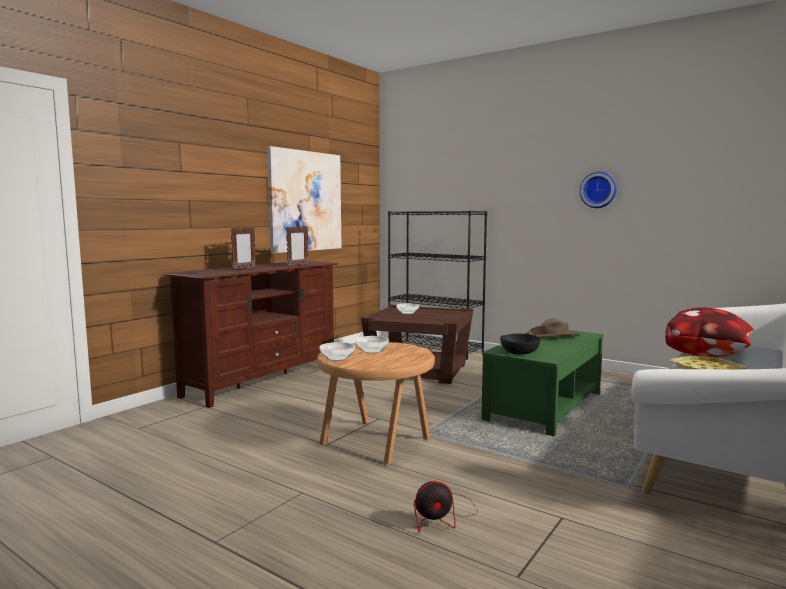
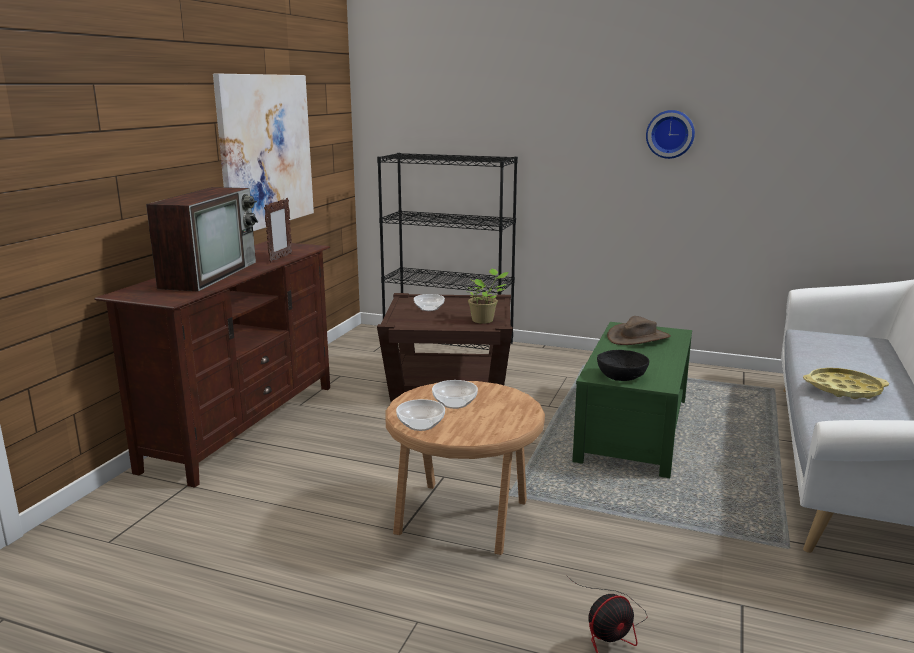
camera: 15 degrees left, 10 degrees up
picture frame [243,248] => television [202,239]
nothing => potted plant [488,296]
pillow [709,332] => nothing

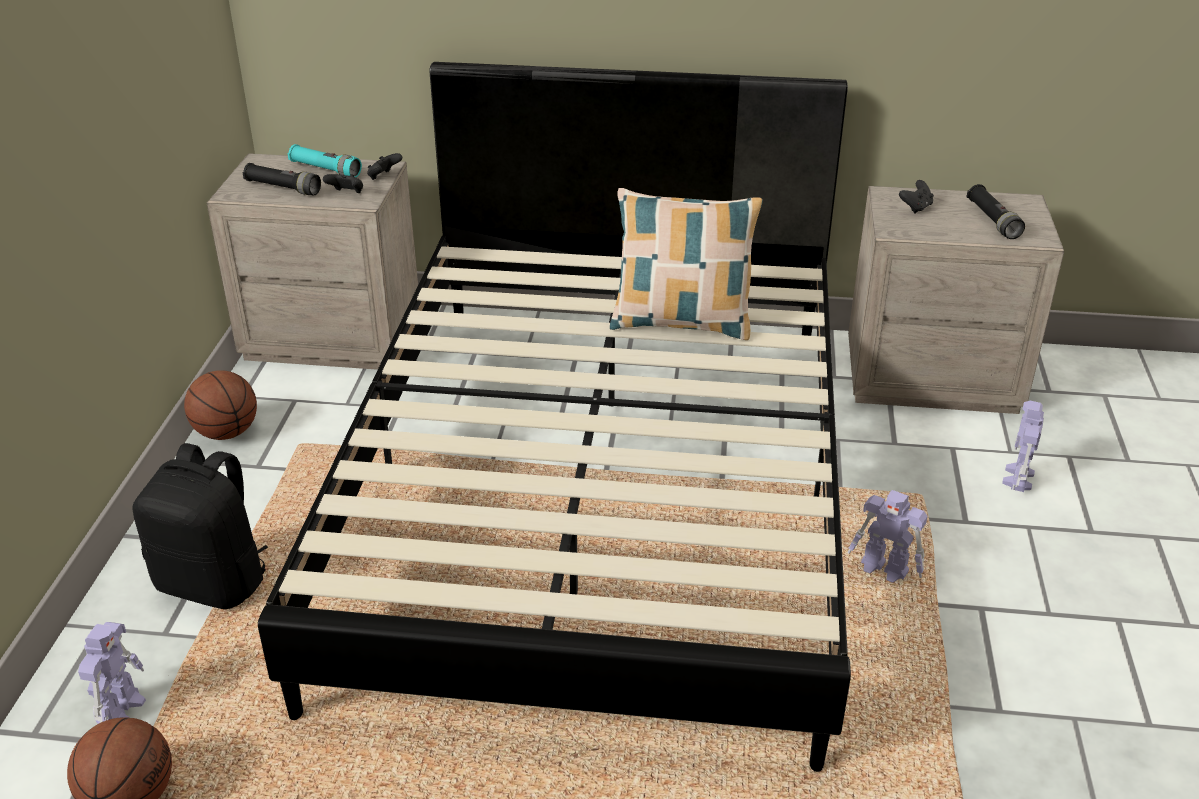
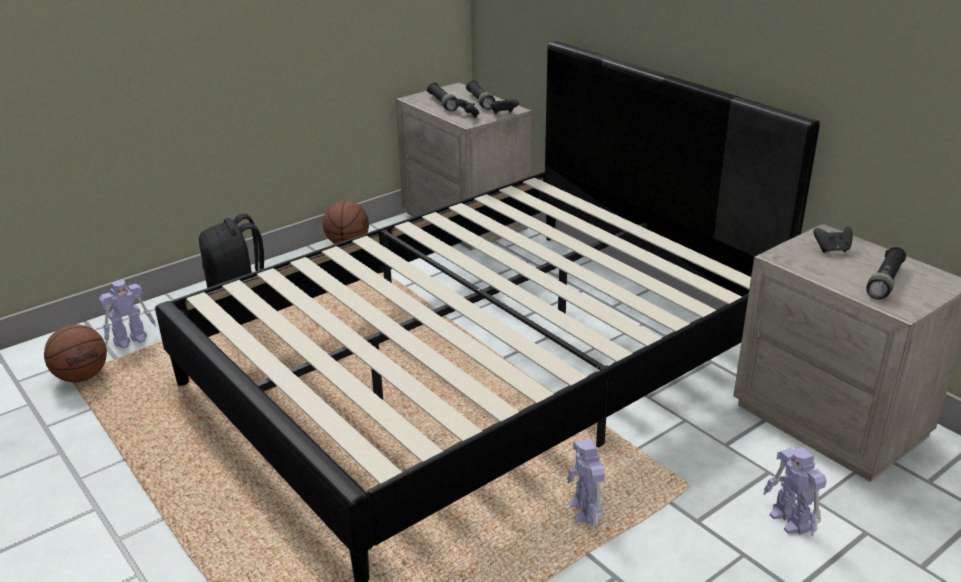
camera: 45 degrees right, 5 degrees down
flashlight (turquoise) [324,160] => flashlight (black) [480,95]
toy robot [1023,446] => toy robot [795,491], 90 degrees counterclockwise
pillow [686,264] => nothing

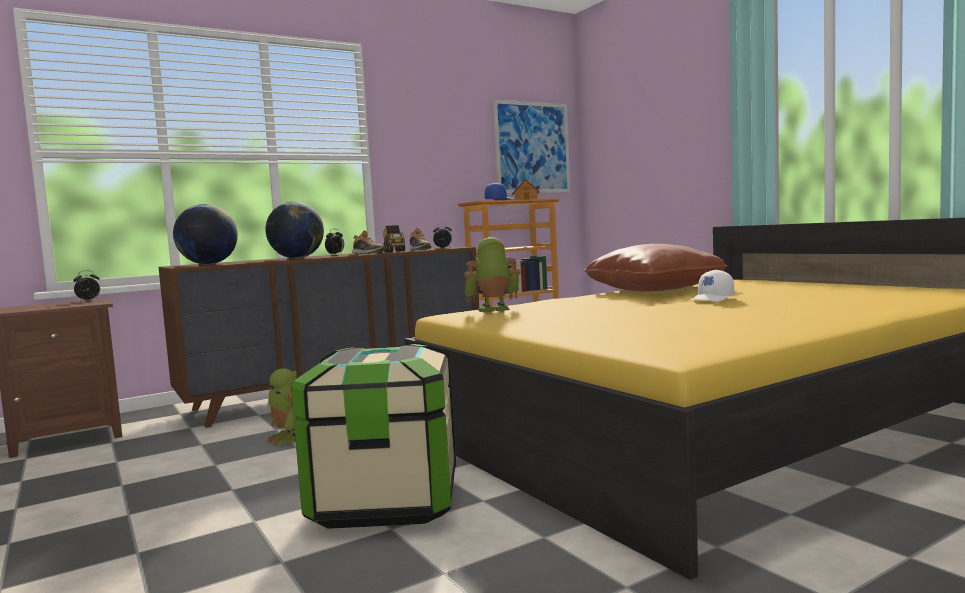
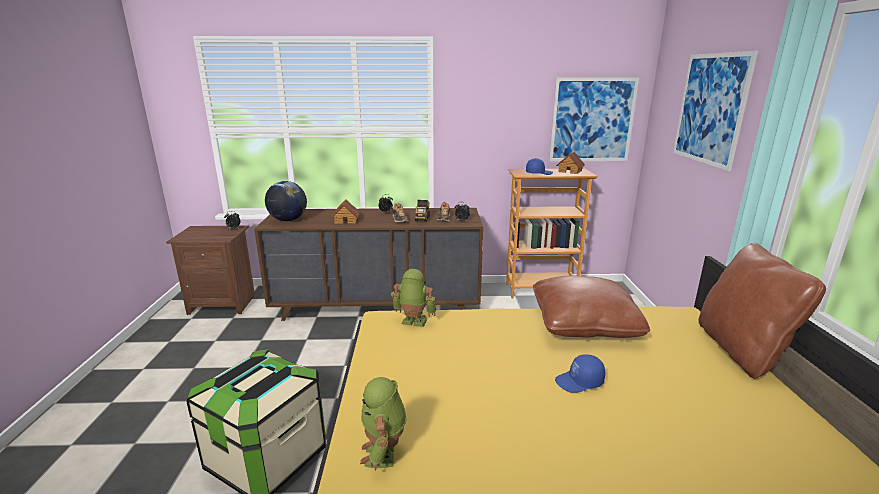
camera: 30 degrees right, 15 degrees up
globe [294,230] => toy house [345,211]
toy robot [282,406] => toy robot [383,423], shifted
cap (white) [712,286] => cap (blue) [580,373]
nothing => picture [715,111]
nothing => pillow (brown) [762,310]

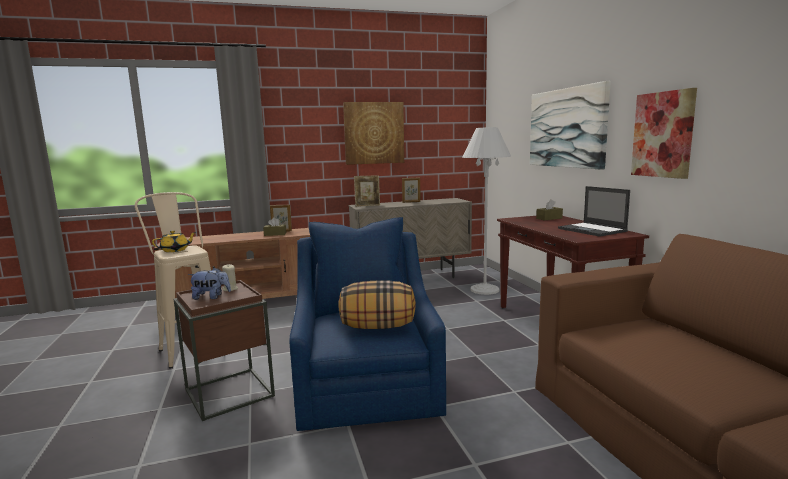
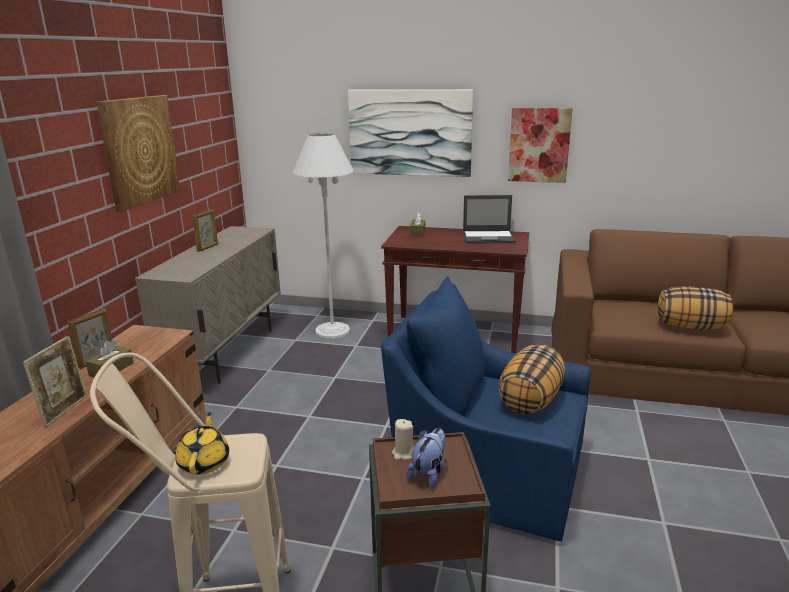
camera: 60 degrees left, 10 degrees up
picture frame [367,191] => picture frame [55,381], shifted
nothing => pillow [695,308]

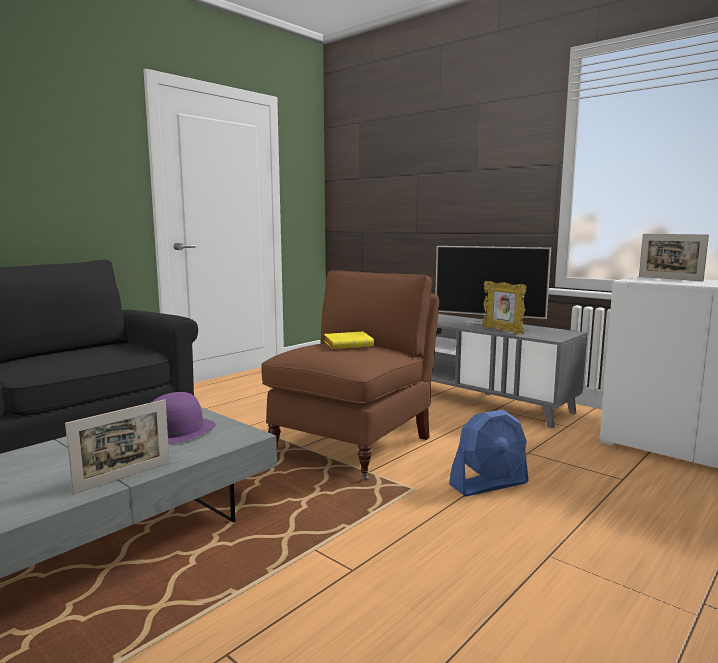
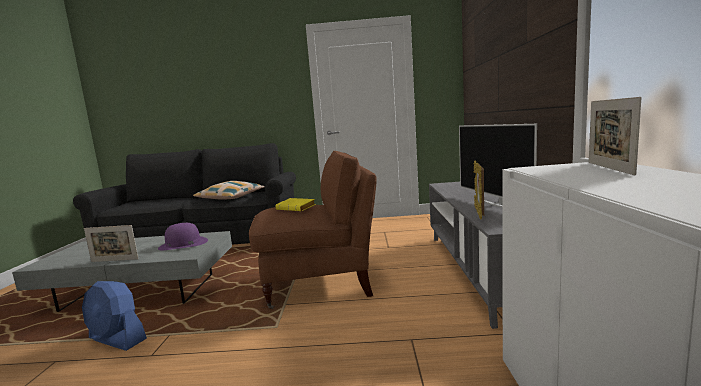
camera: 50 degrees right, 0 degrees up
fan (blue) [489,453] => fan (blue) [114,316], shifted
nothing => pillow [229,190]

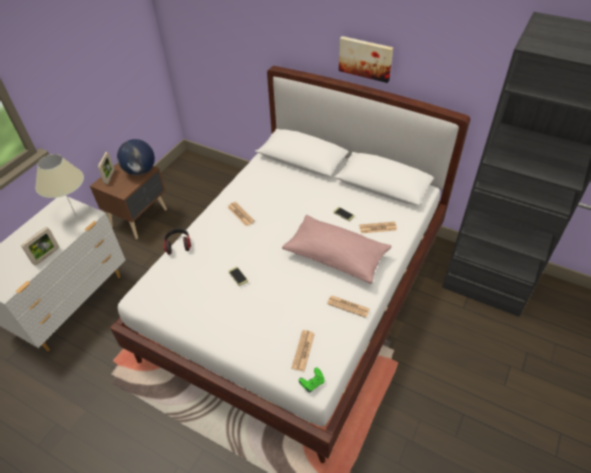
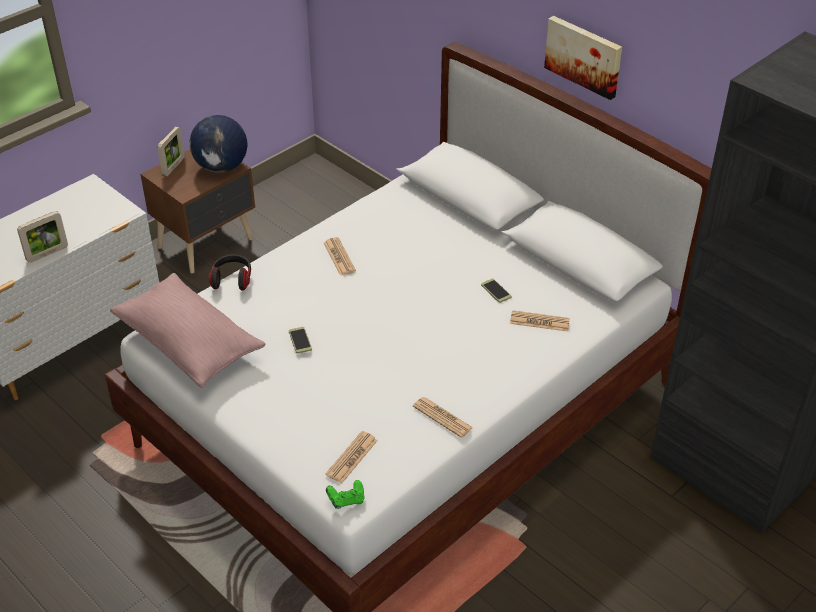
camera: 15 degrees right, 5 degrees down
pillow (pink) [337,249] => pillow (pink) [188,330], shifted
table lamp (beige) [59,184] => nothing

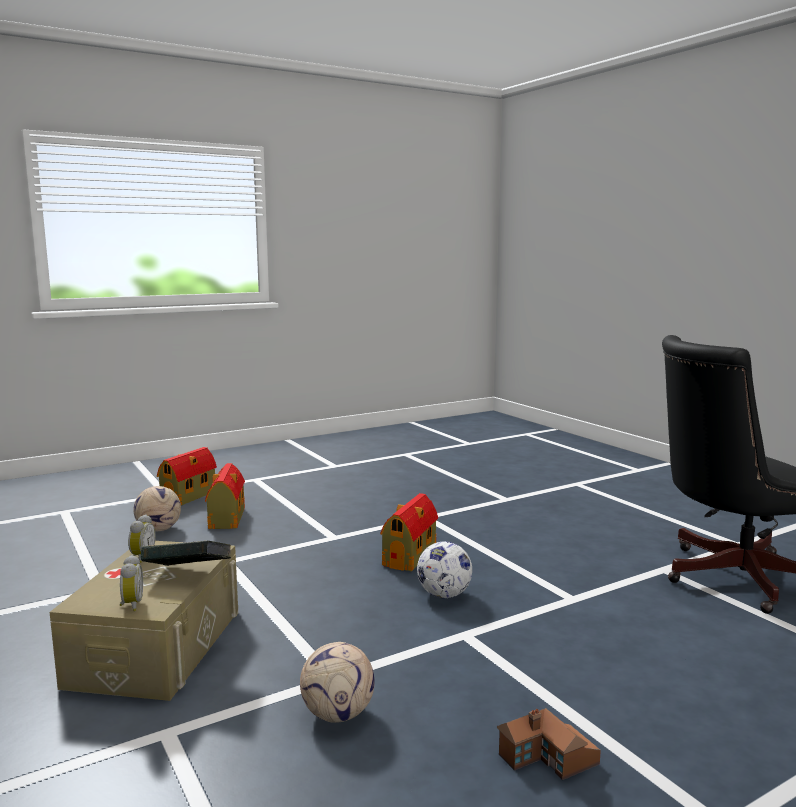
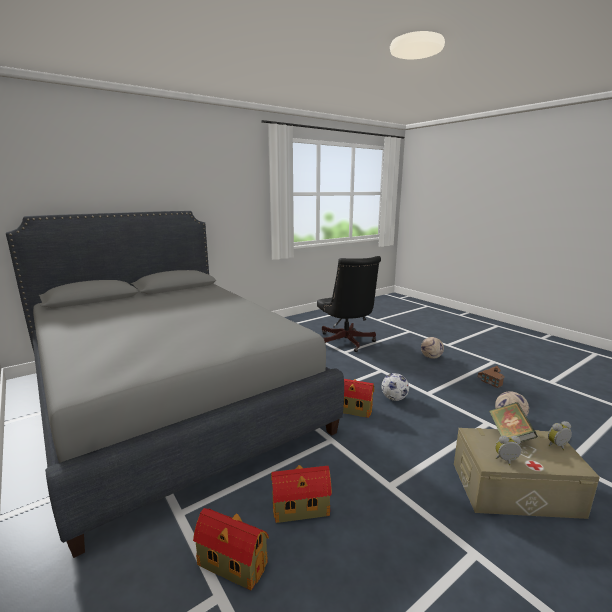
camera: 95 degrees left, 5 degrees up
nothing => bed (grey) [175,384]
football [157,509] => football [432,348], shifted

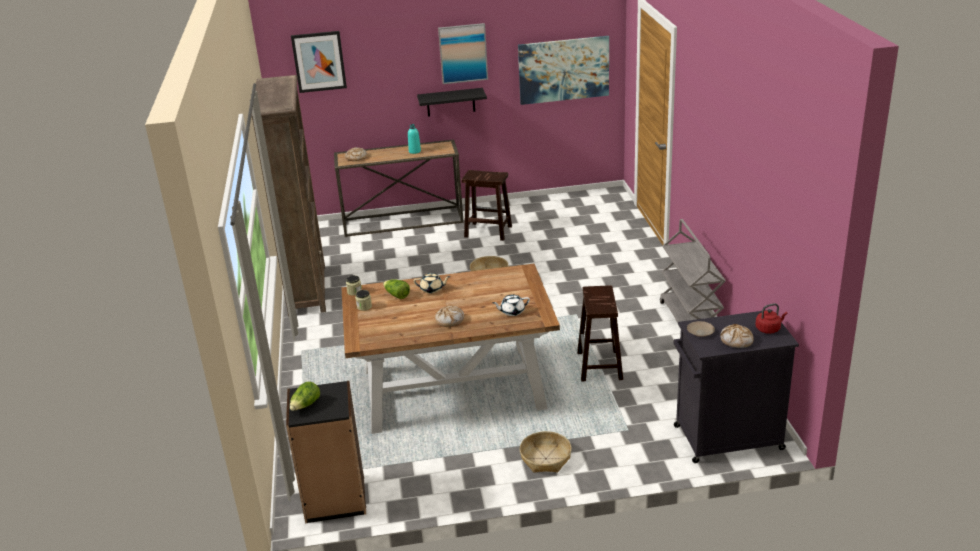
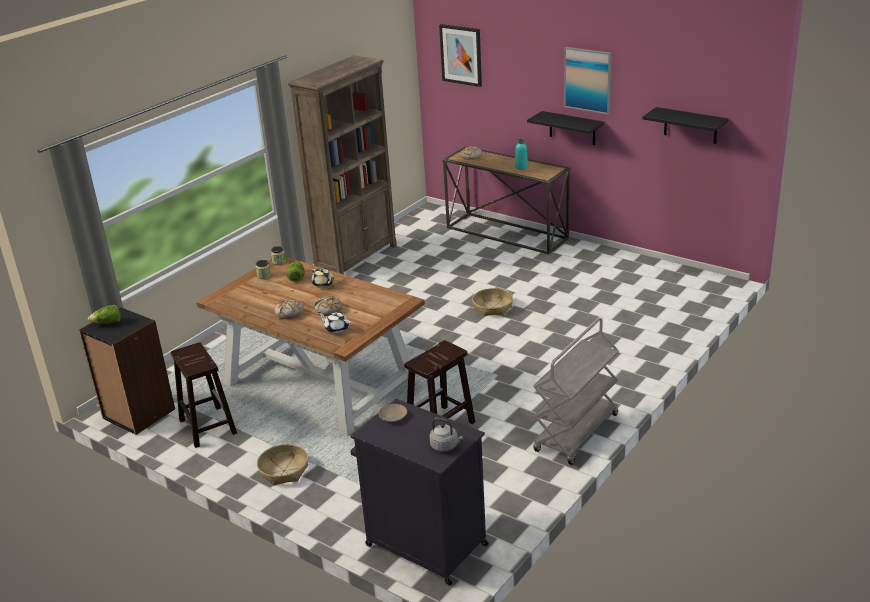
camera: 45 degrees right, 0 degrees up
stool (brown) [487,205] => stool (brown) [204,395], shifted
bread [737,336] => bread [328,306], shifted
kettle (red) [771,318] => kettle (grey) [446,435]
picture [563,70] => shelf (black) [685,125]

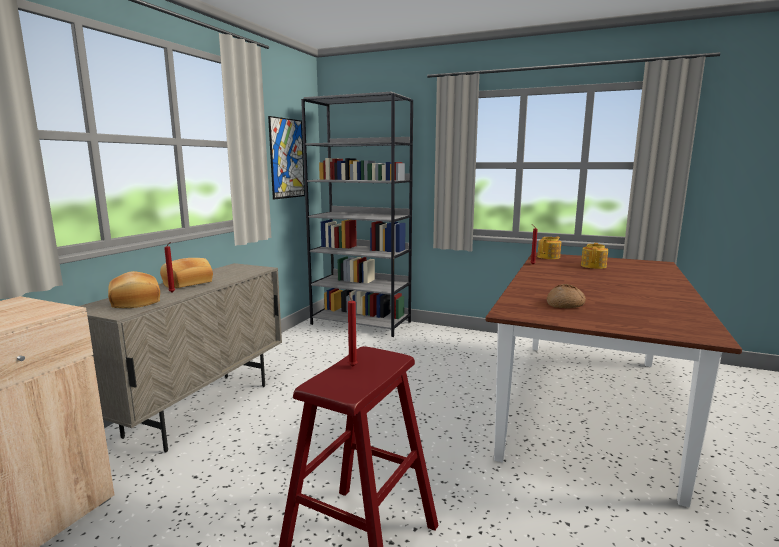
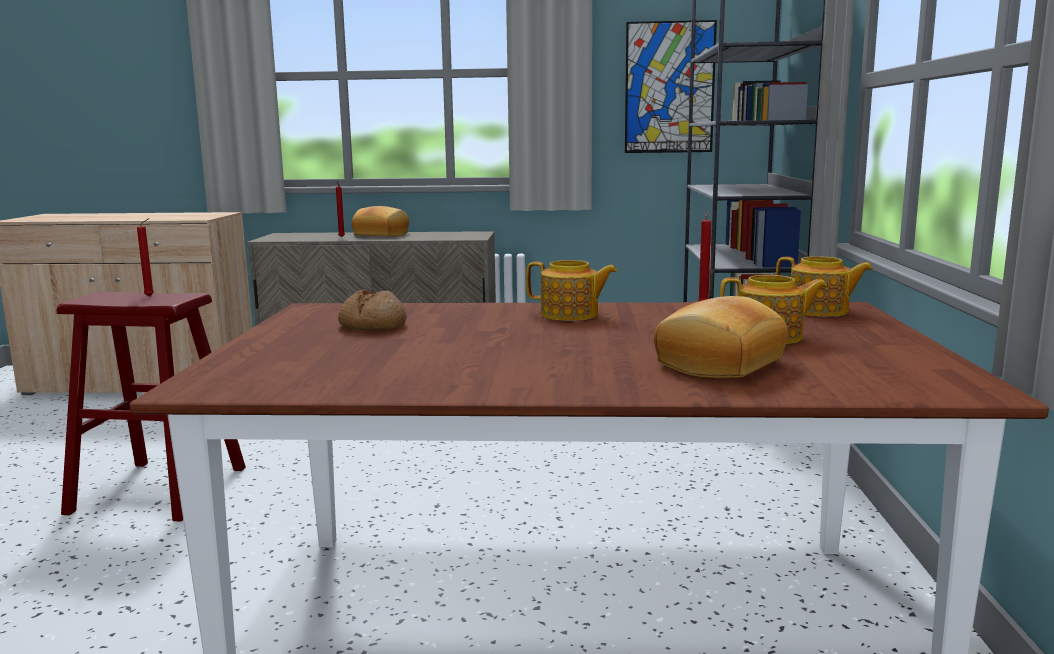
camera: 70 degrees right, 0 degrees up
nothing => teapot [571,290]
bread [134,289] => bread [721,337], shifted

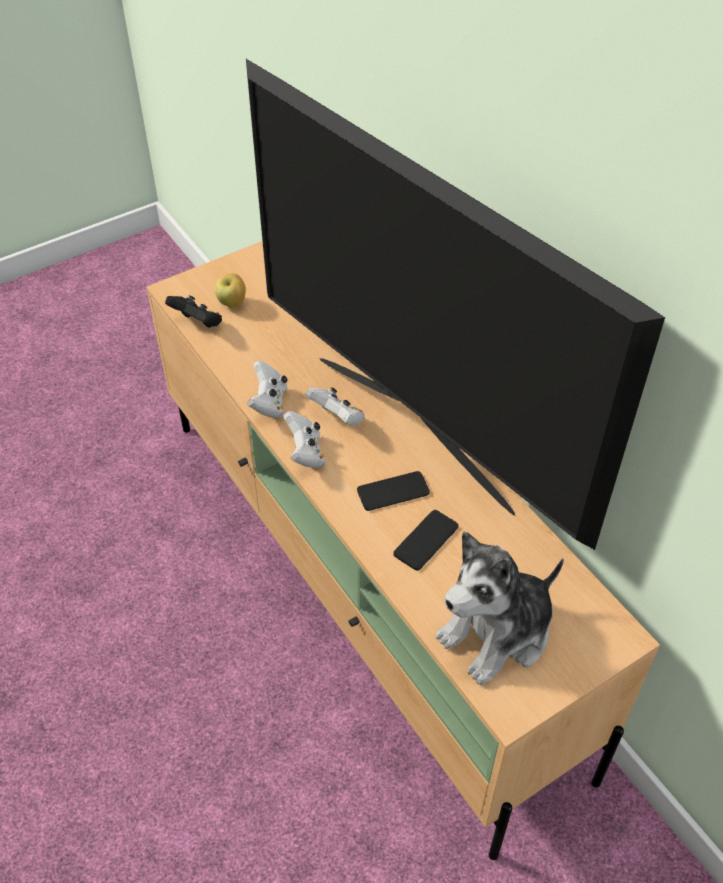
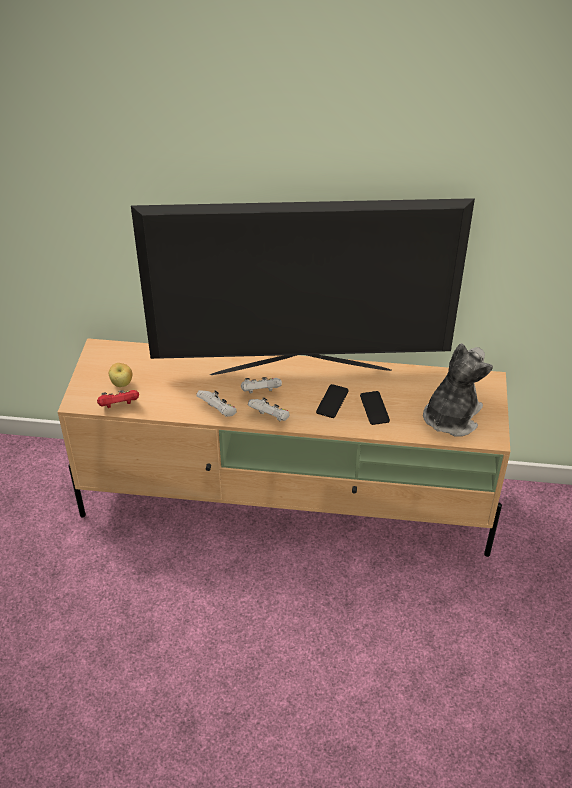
camera: 50 degrees left, 5 degrees down
game controller (black) [193,311] => game controller (red) [118,399]
plush toy [500,608] => plush toy [458,390], 150 degrees counterclockwise

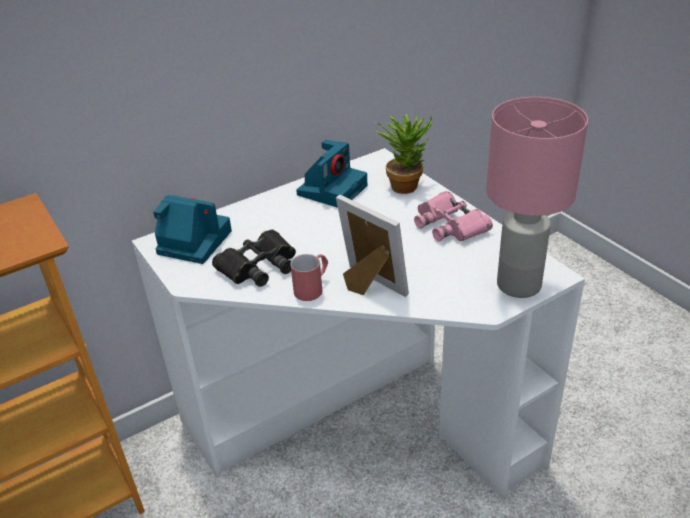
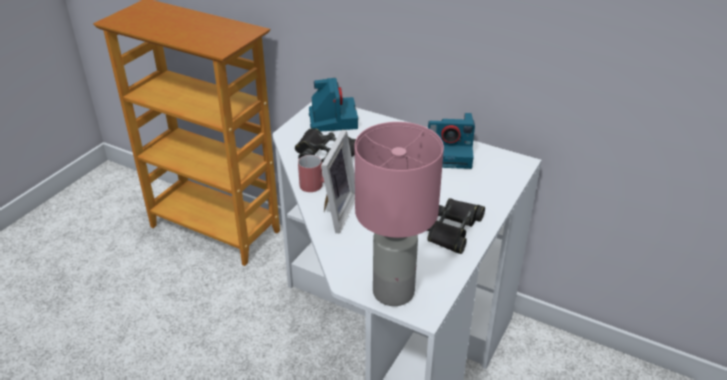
camera: 60 degrees right, 0 degrees up
binoculars (pink) [453,216] => binoculars (black) [456,226]
potted plant [403,153] => nothing

